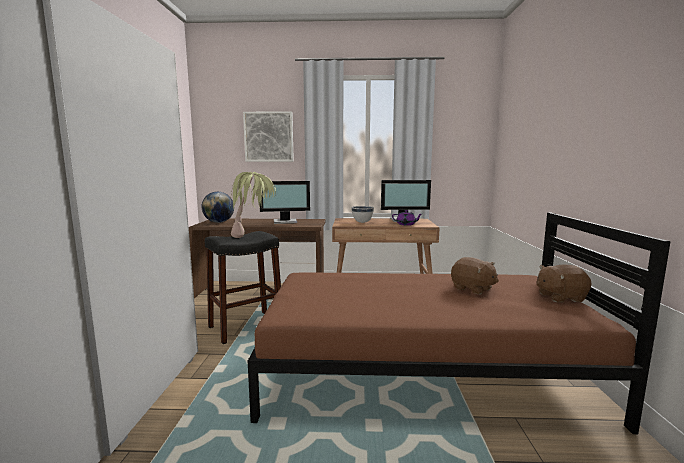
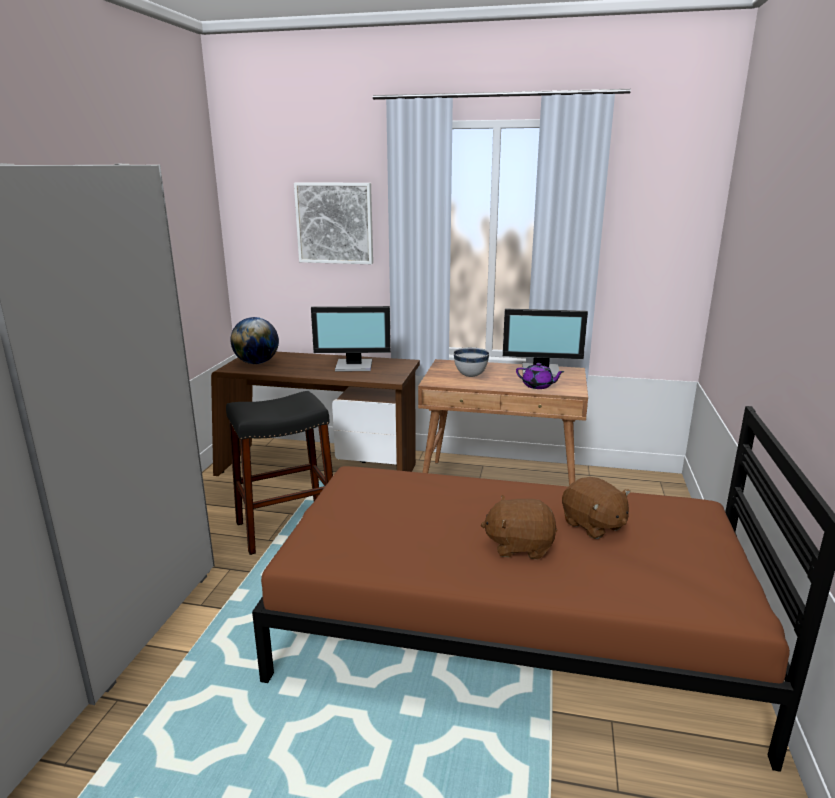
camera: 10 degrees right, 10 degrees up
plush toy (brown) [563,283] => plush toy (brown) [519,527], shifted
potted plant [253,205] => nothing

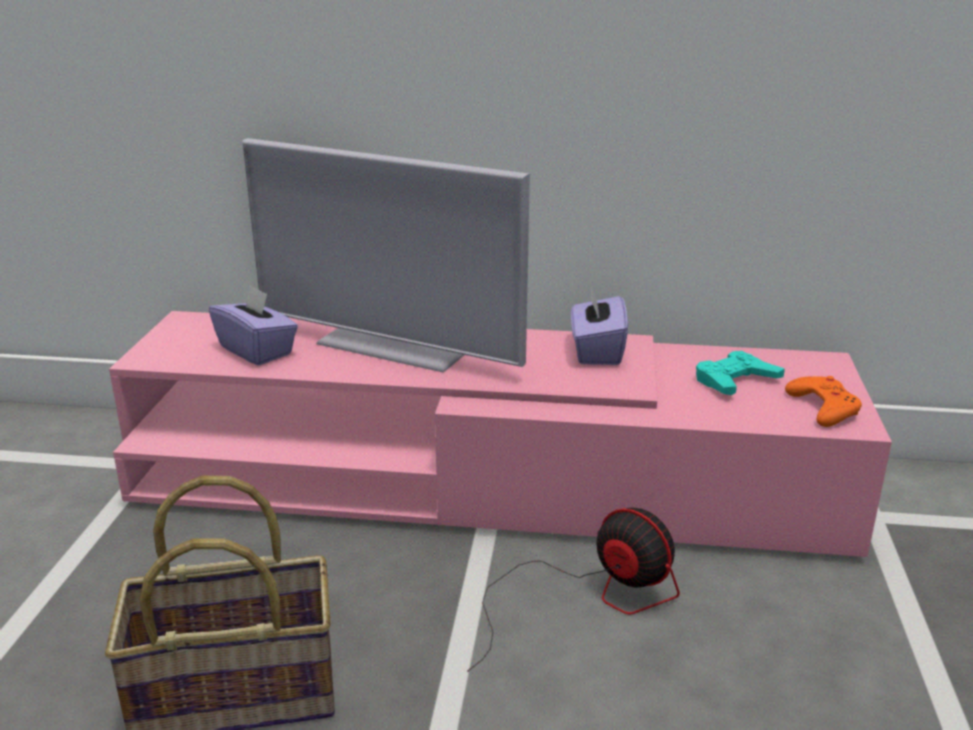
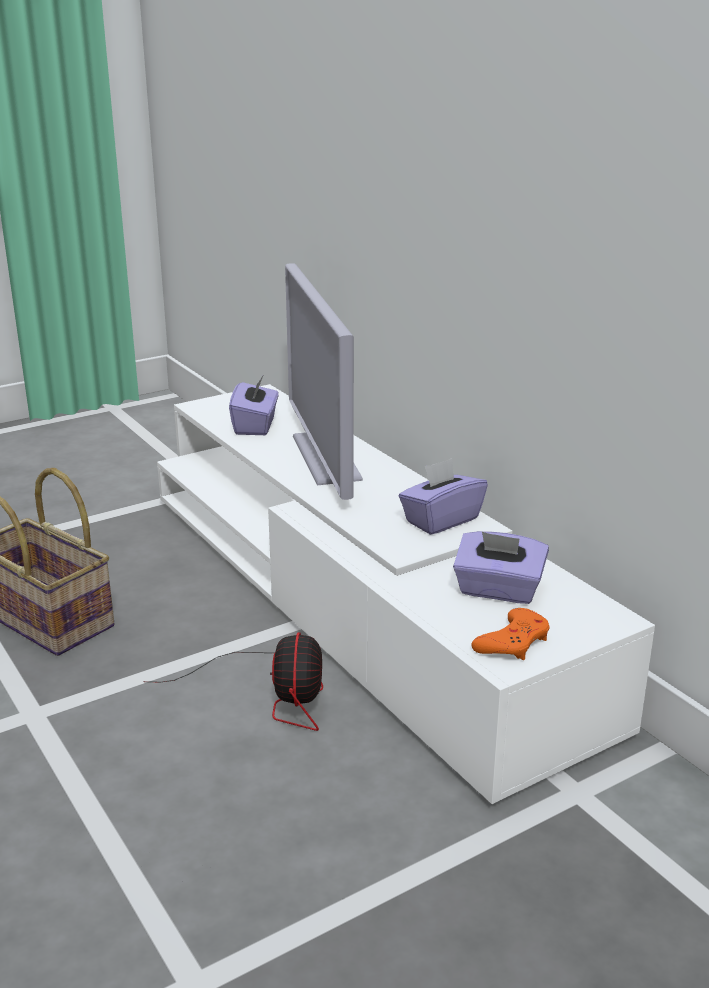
camera: 50 degrees right, 0 degrees up
tv stand (pink) [500,434] => tv stand (white) [406,594]
game controller (turquoise) [740,373] => tissue box (purple) [501,567]

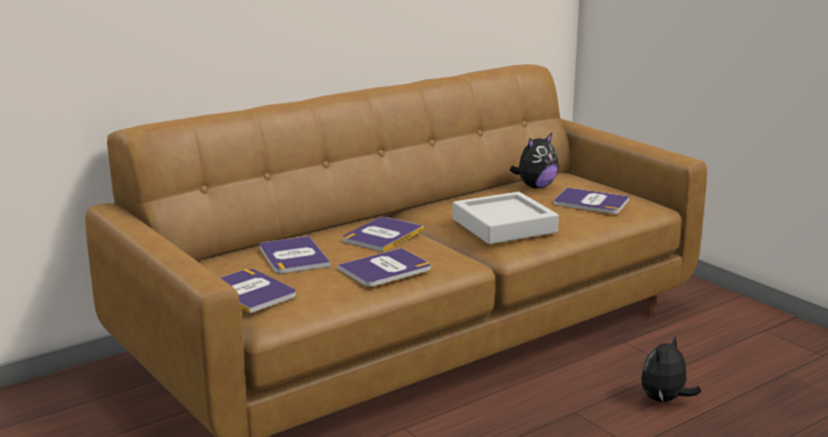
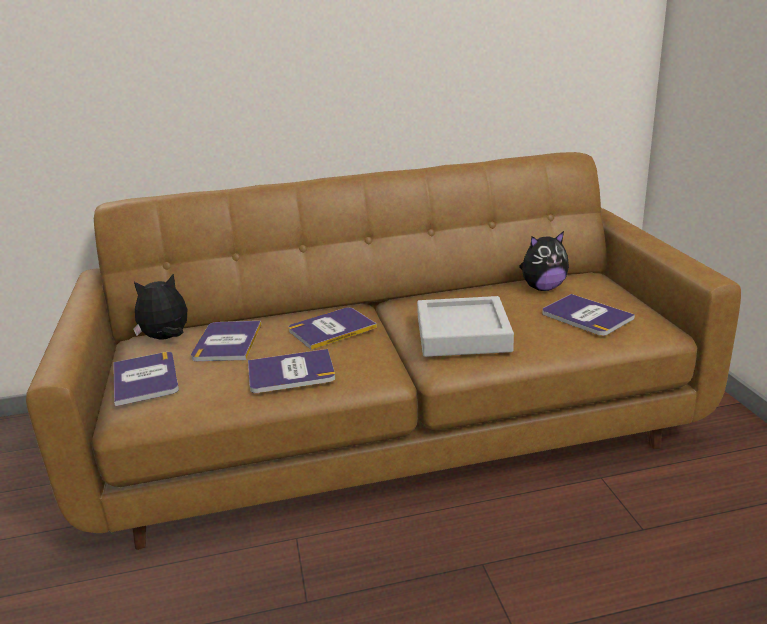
camera: 25 degrees right, 5 degrees up
plush toy [671,368] => plush toy [160,307], shifted

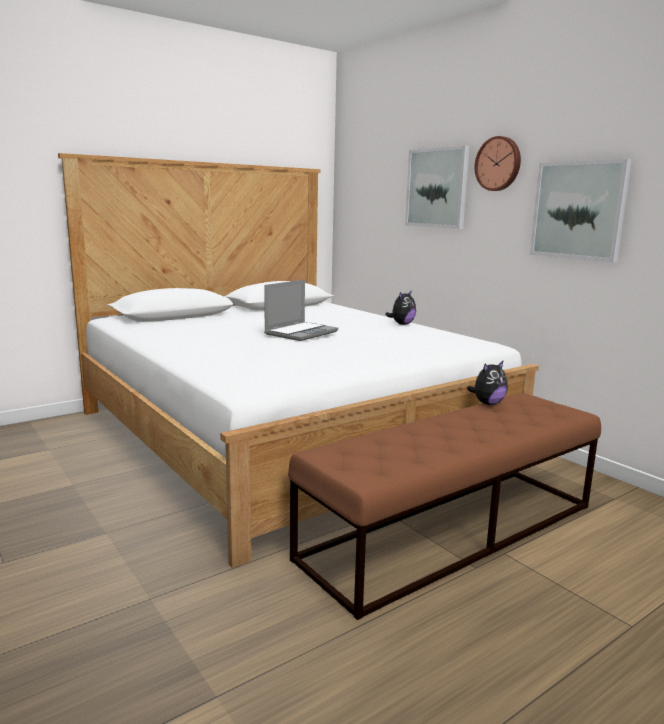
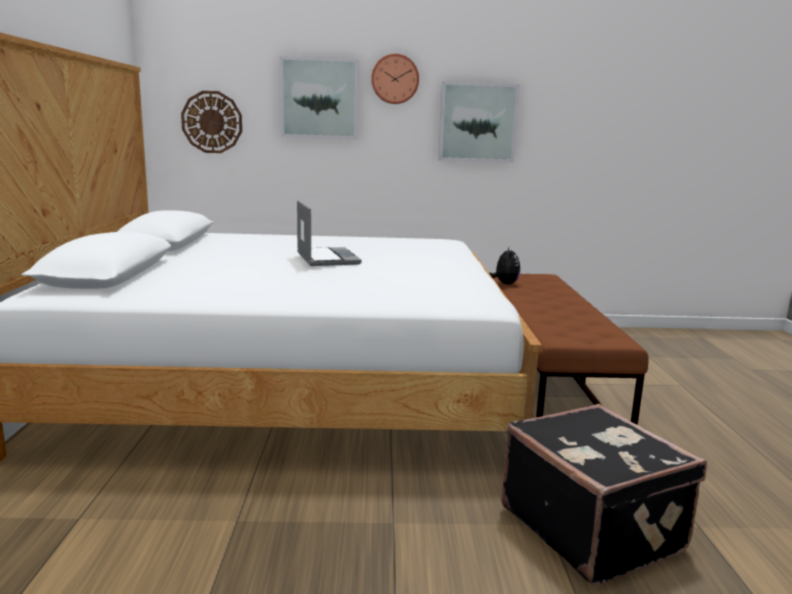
camera: 55 degrees left, 0 degrees up
nothing => wall clock [211,122]
nothing => suitcase (black) [604,494]
plush toy [400,307] => nothing

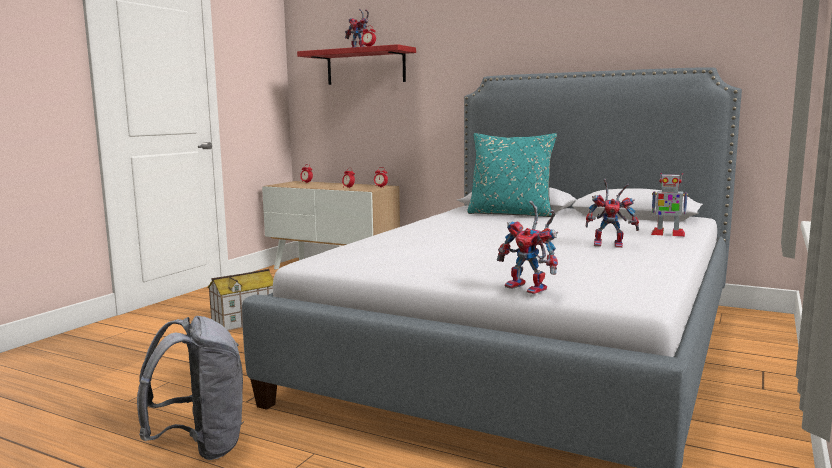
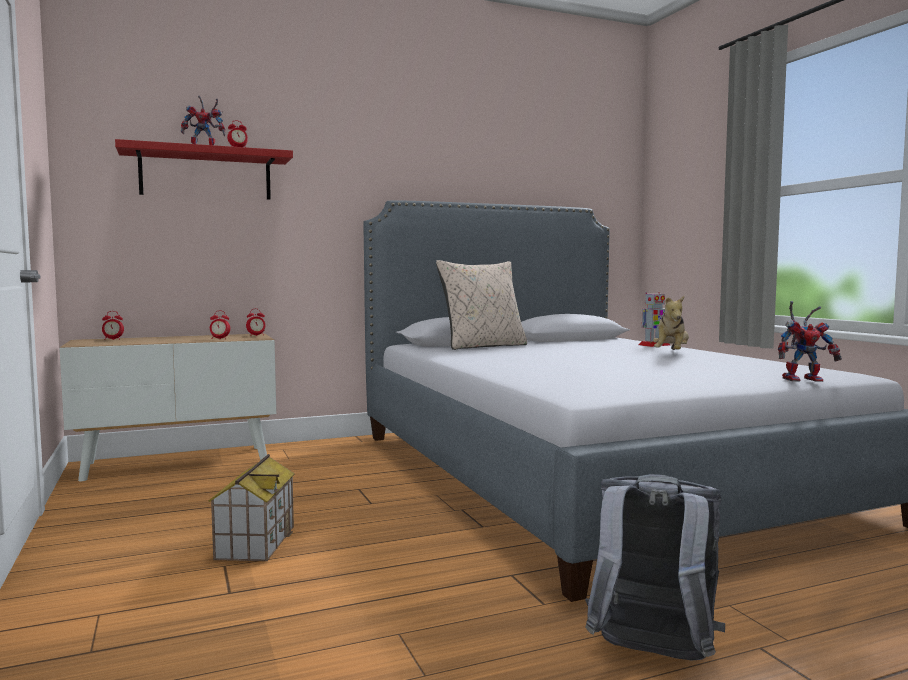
camera: 50 degrees left, 5 degrees down
pillow (turquoise) [512,175] => pillow (beige) [481,305]
toy robot [612,213] => plush toy [671,323]

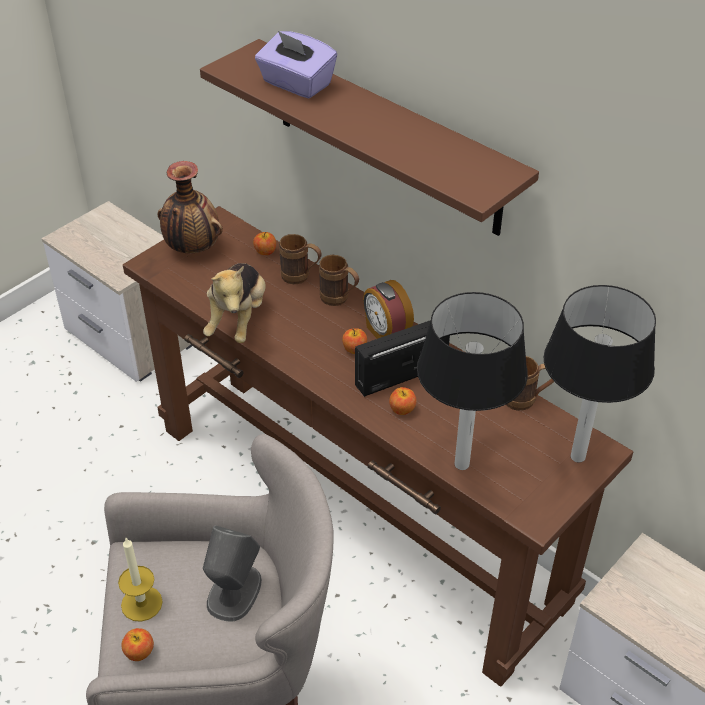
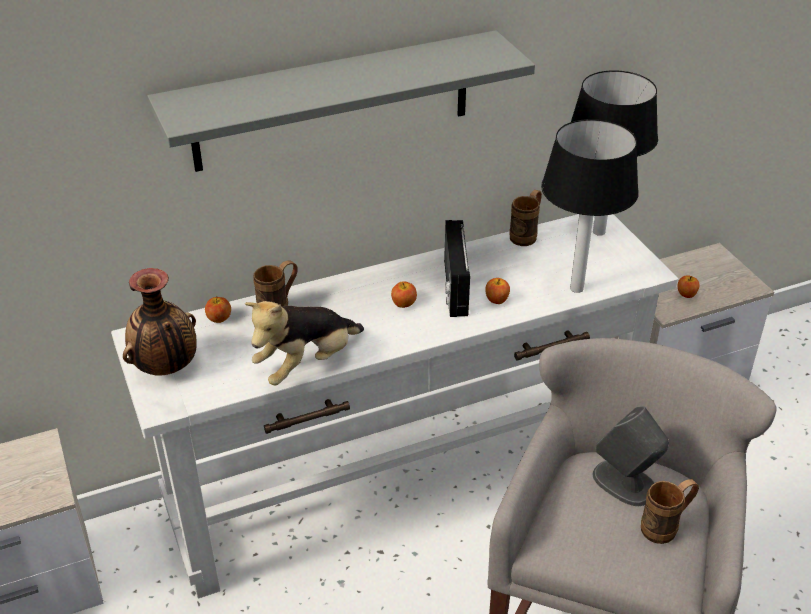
camera: 65 degrees left, 5 degrees down
console table (brown) [378,446] => console table (white) [394,406]
shelf (brown) [369,137] => shelf (grey) [341,101]
plush toy [234,303] => plush toy [304,343], 105 degrees clockwise
mug (brown) [339,280] => mug (brown) [670,511], shifted
apple [138,644] => apple [689,286], shifted
candle [140,580] => nothing
tissue box (purple) [296,65] => nothing
alarm clock [388,309] => nothing

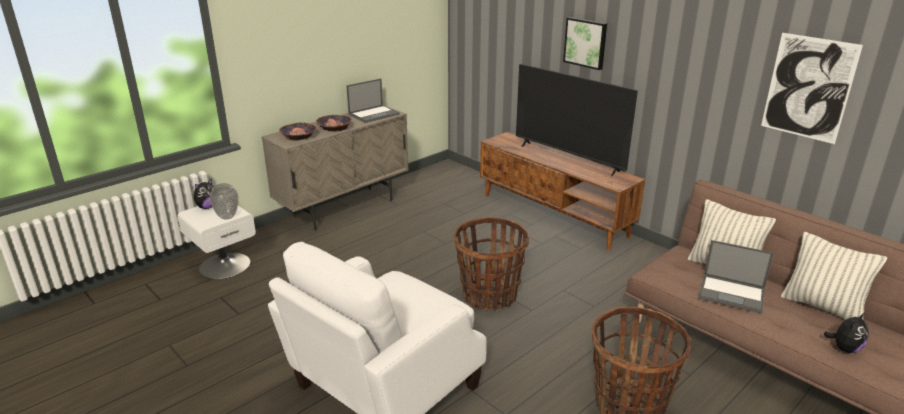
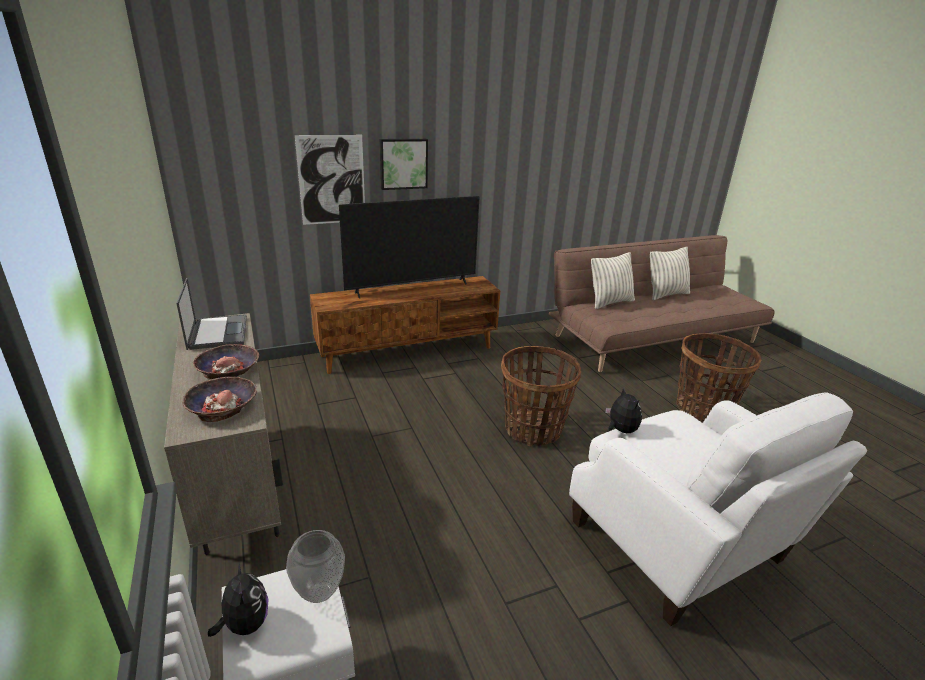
camera: 70 degrees left, 0 degrees up
picture [812,88] => picture [330,180], shifted
plush toy [846,333] => plush toy [623,410], shifted
laptop [736,277] => nothing

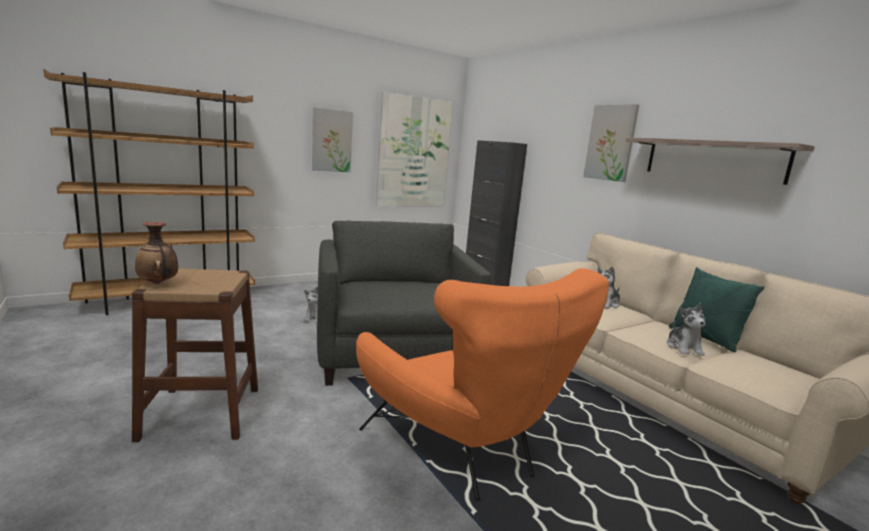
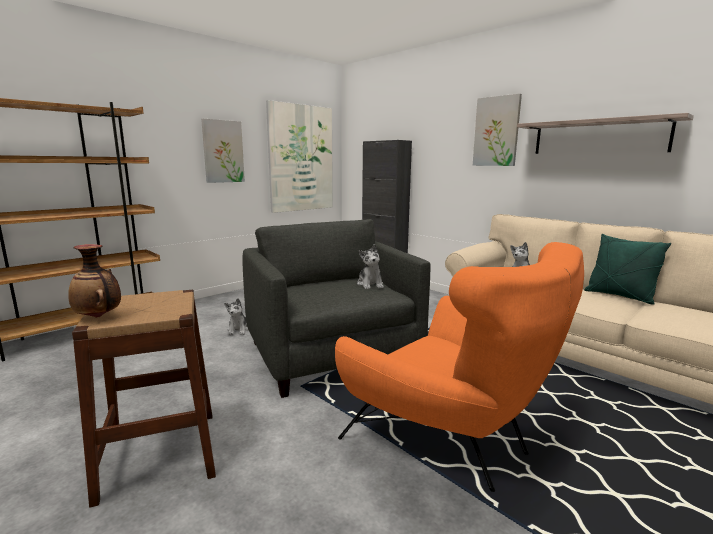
camera: 10 degrees left, 0 degrees up
plush toy [686,329] => plush toy [370,266], shifted

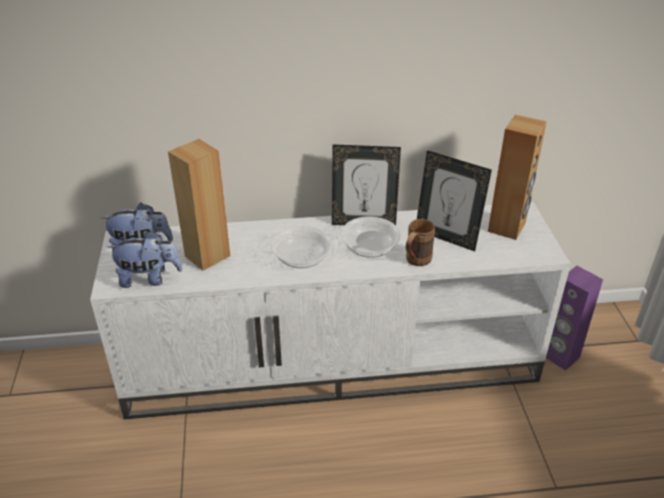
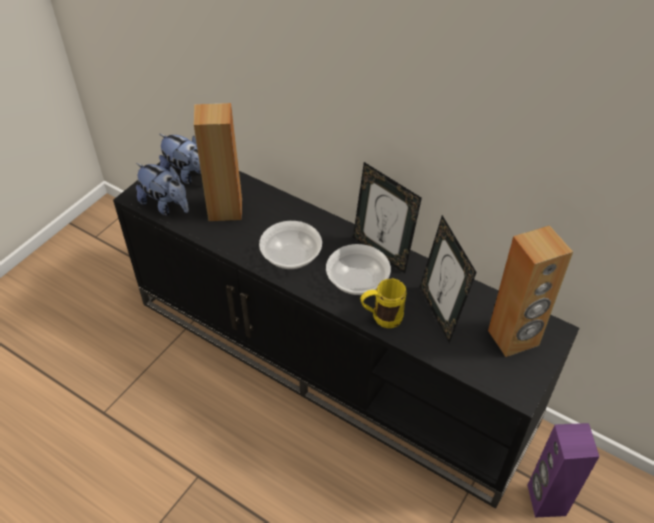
camera: 40 degrees right, 10 degrees up
tv stand (white) [330,311] => tv stand (black) [346,335]
mug (brown) [420,242] => mug (yellow) [383,303]

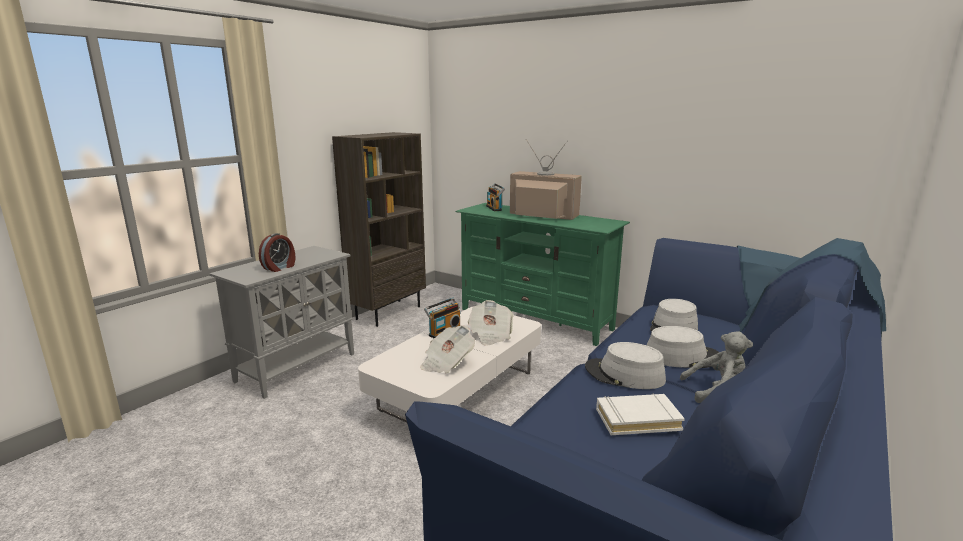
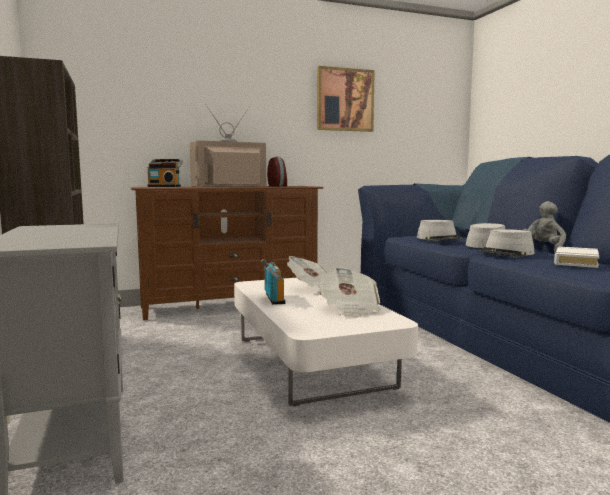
camera: 55 degrees left, 10 degrees down
tv stand (green) [542,274] => tv stand (brown) [227,253]
alarm clock [277,252] => alarm clock [277,171], shifted
nothing => picture [346,99]

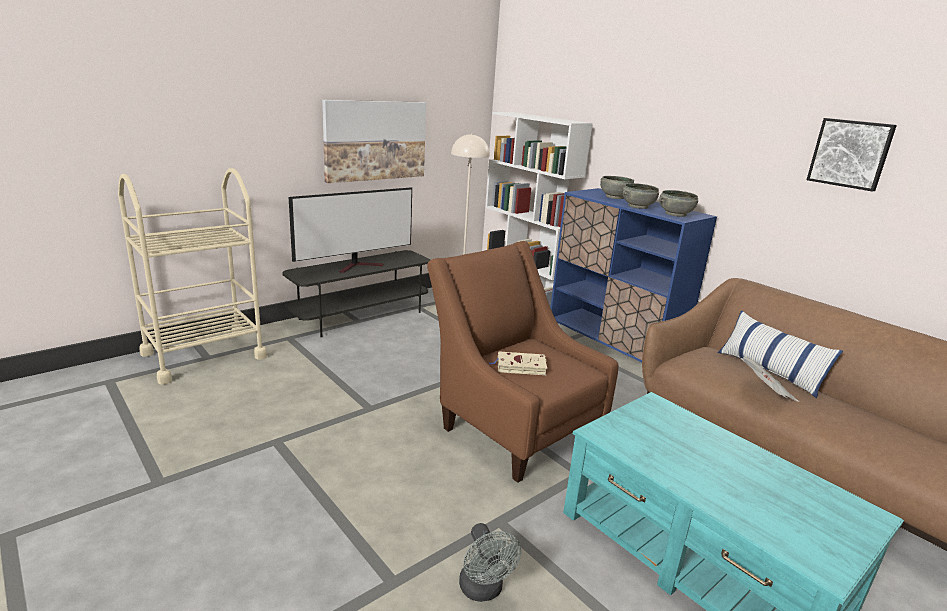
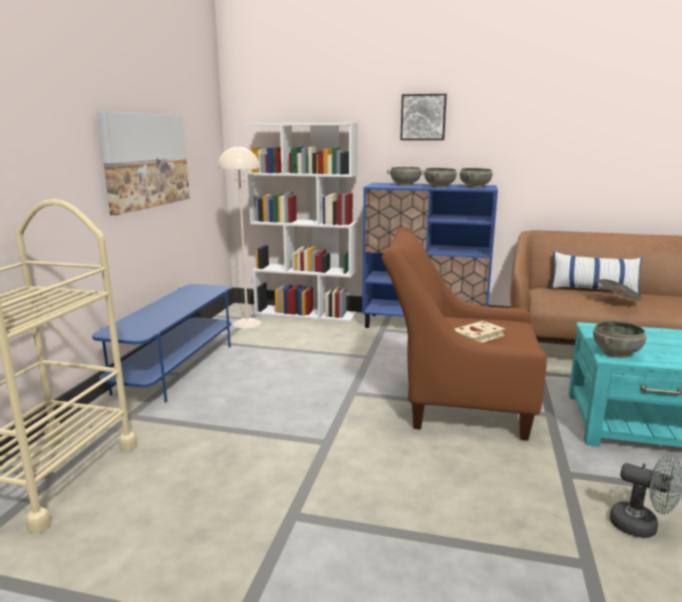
camera: 35 degrees left, 5 degrees down
tv stand (grey) [356,293] => tv stand (blue) [161,343]
picture [852,155] => picture [423,117], shifted
nothing => bowl (grey) [619,339]
television [350,230] => nothing

